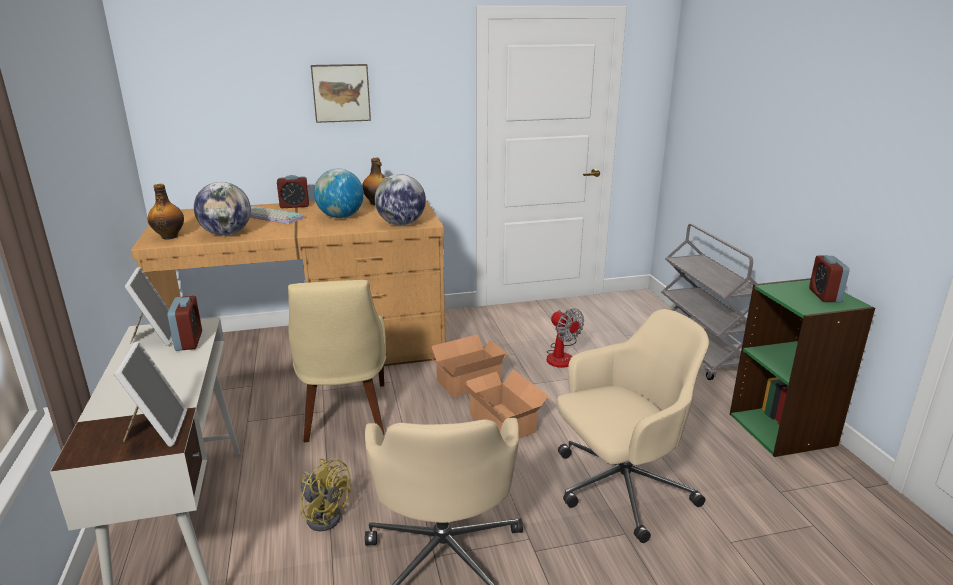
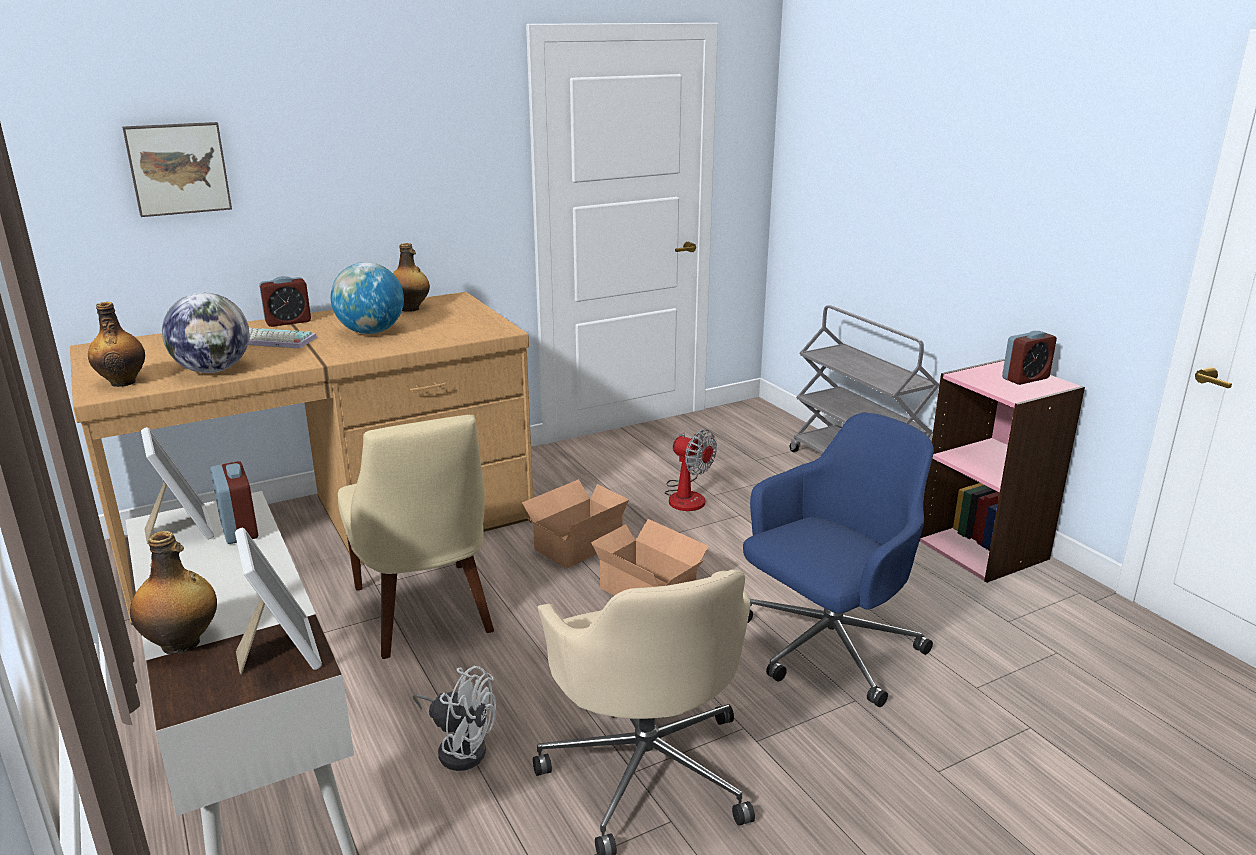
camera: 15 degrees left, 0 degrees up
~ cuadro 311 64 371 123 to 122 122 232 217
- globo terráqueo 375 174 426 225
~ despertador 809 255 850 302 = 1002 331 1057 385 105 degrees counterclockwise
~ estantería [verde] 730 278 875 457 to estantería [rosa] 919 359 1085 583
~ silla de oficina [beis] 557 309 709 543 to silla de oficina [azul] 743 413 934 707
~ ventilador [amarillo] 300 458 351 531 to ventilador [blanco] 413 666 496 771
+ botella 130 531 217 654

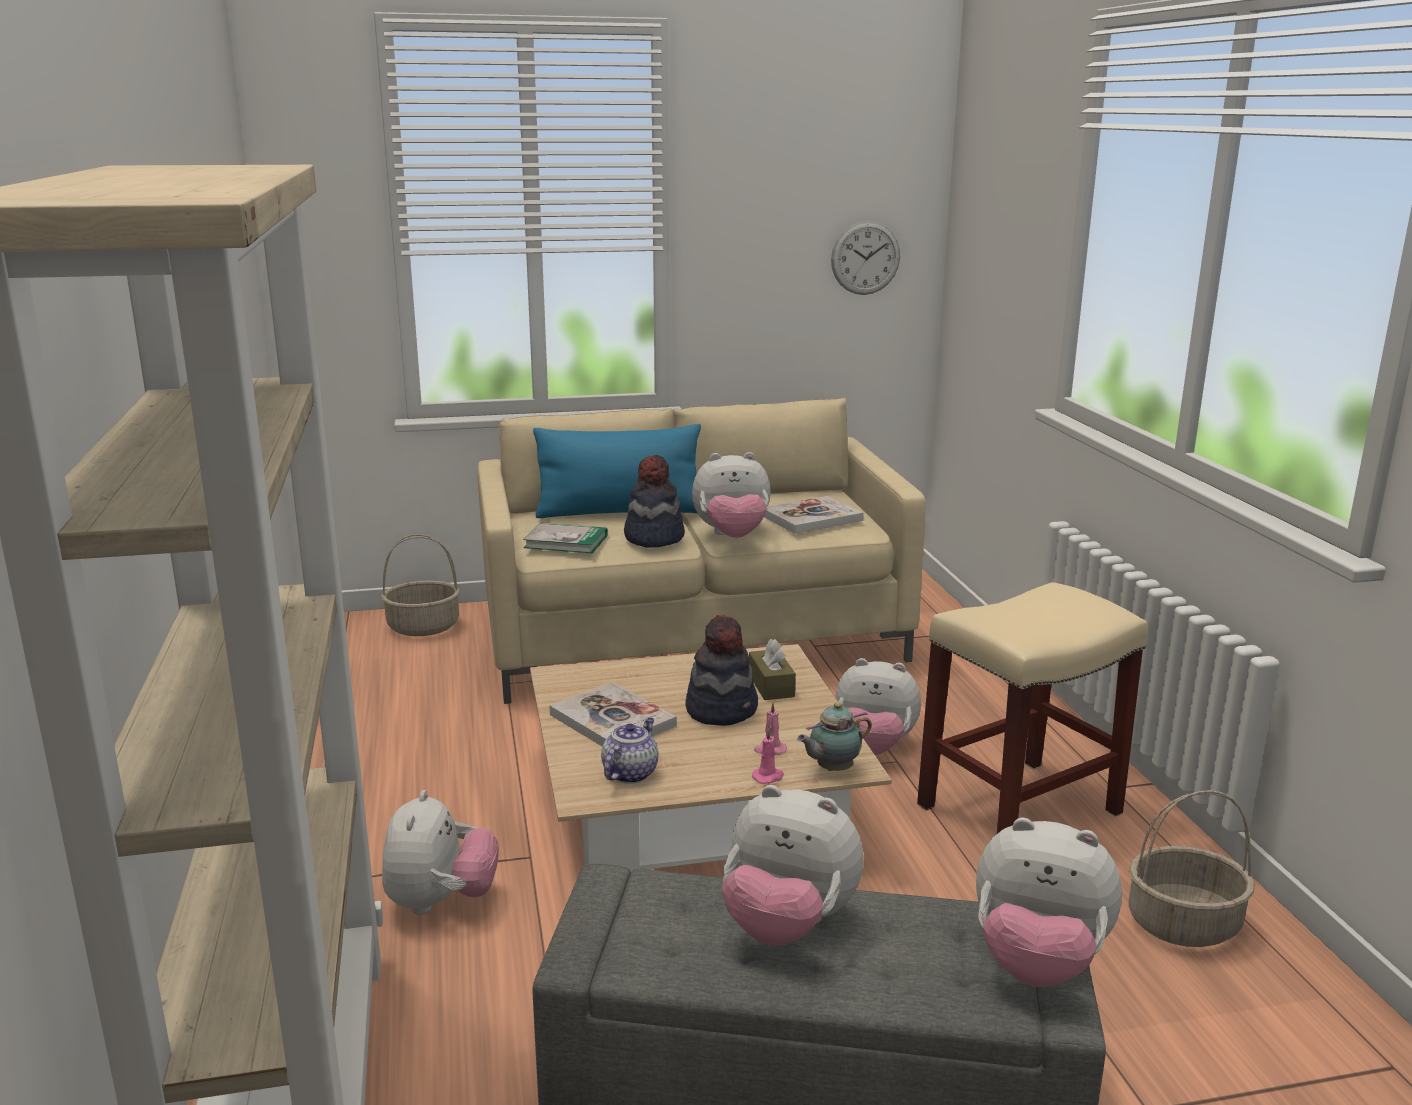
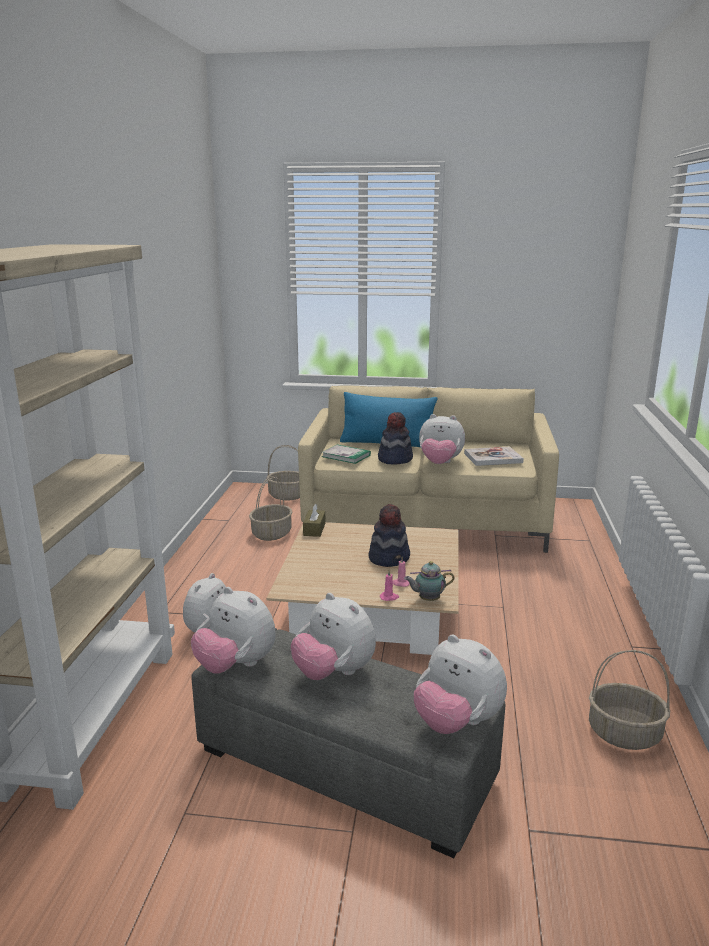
camera: 20 degrees right, 0 degrees up
- reloj de pared 831 221 900 295
- taburete [beis] 917 582 1148 834
~ caja de pañuelos [marrón] 749 639 796 700 to 303 504 325 537
~ peluche 835 658 921 755 to 191 587 276 674
- libro 549 682 677 746
- tetera 601 718 658 783
+ cesta 249 476 292 541

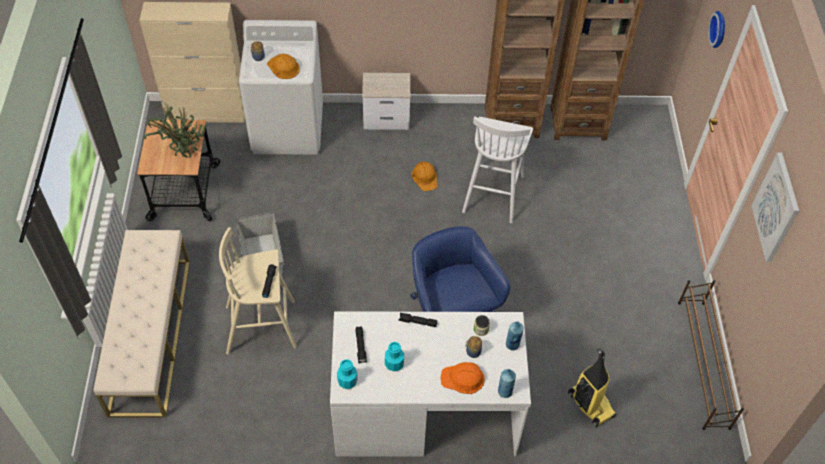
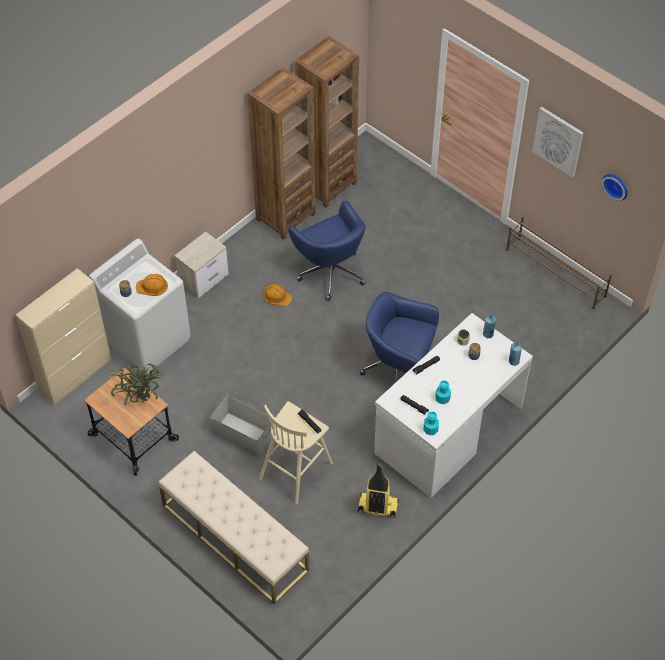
camera: 45 degrees left, 0 degrees up
~ reloj de pared 708 11 725 48 to 601 174 628 201
~ taburete [blanco] 462 116 533 223 to silla de oficina [azul] 288 201 366 301
~ aspiradora 568 349 616 427 to 358 463 399 518
- casco [naranja] 440 362 485 394

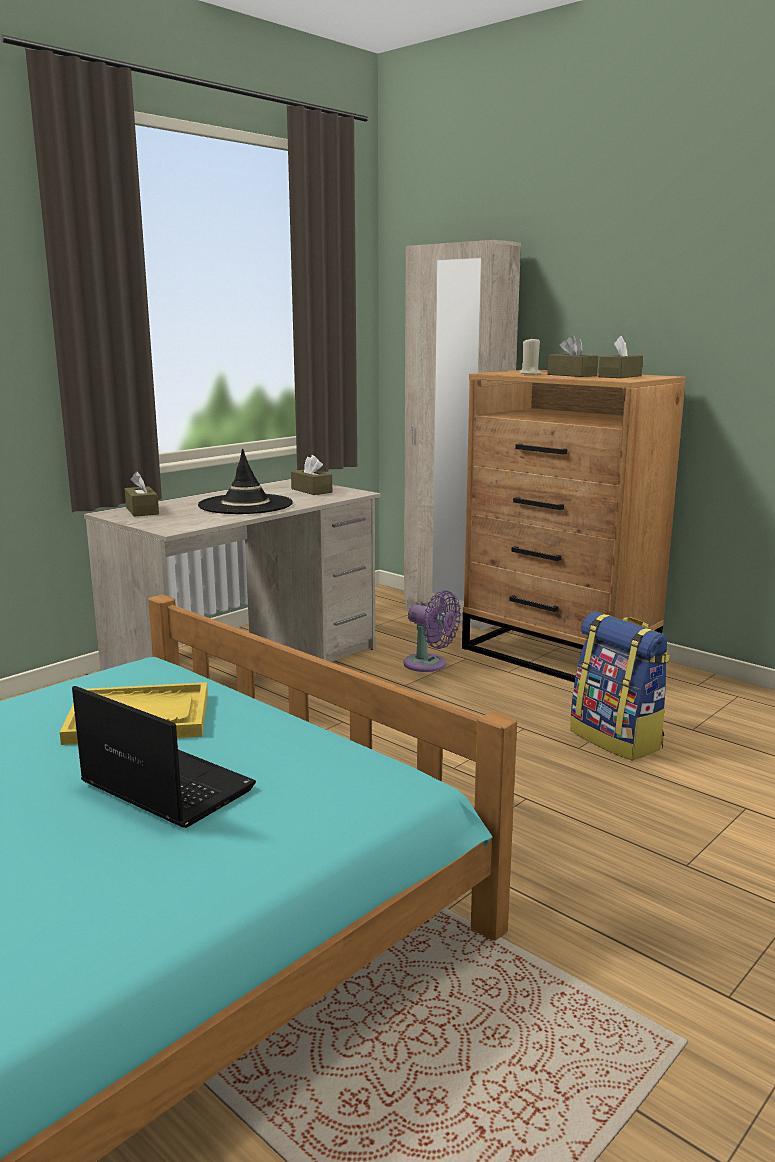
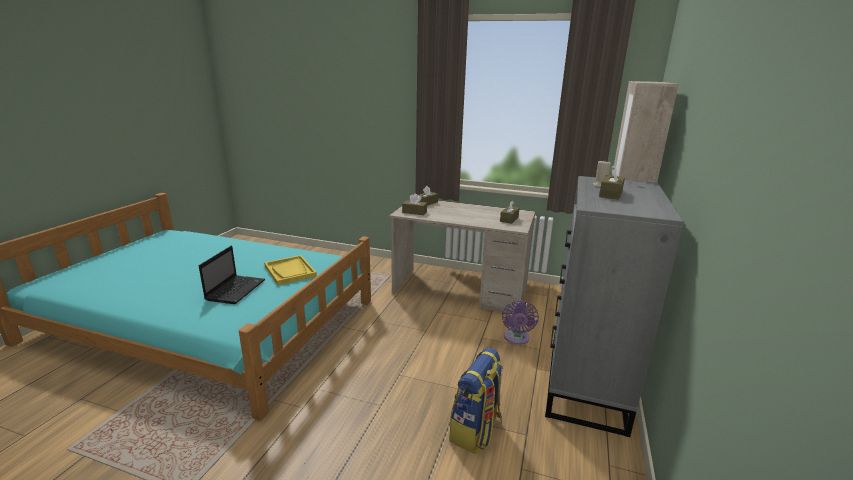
camera: 65 degrees right, 5 degrees up
~ caja de pañuelos [marrón] 598 336 643 378 to 402 194 427 215
~ cómoda [marrón] 462 370 686 683 to cómoda [gris] 545 176 684 437
- sombrero [negro] 198 449 293 514

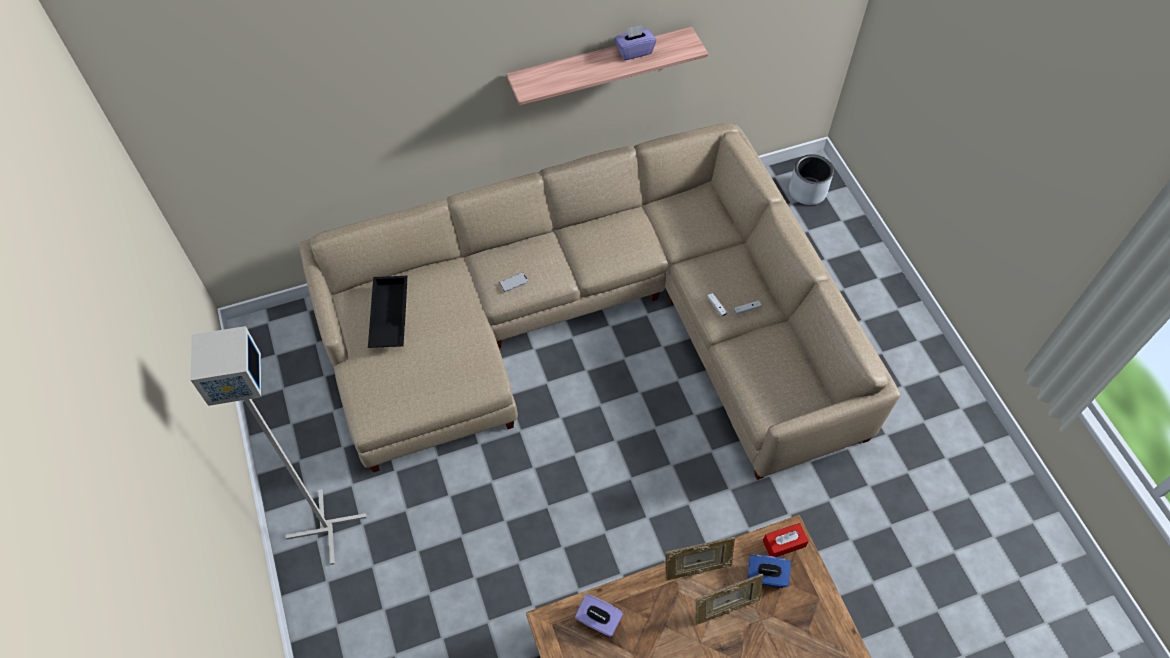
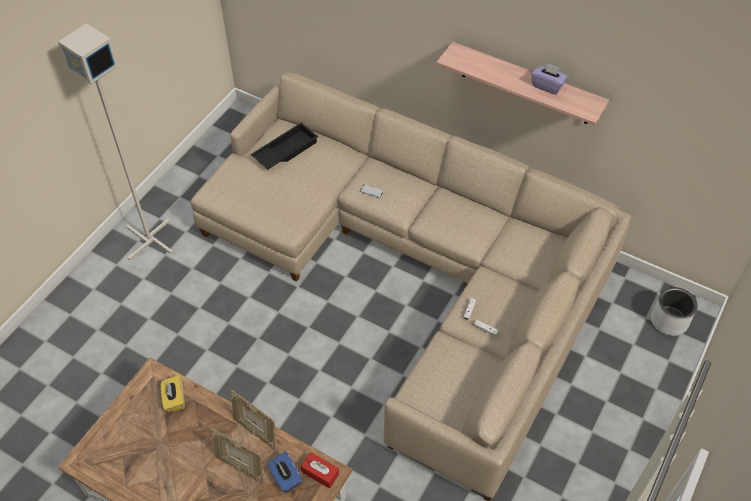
camera: 50 degrees right, 5 degrees down
~ caja de pañuelos [morado] 575 594 623 637 to caja de pañuelos [amarillo] 161 375 185 412

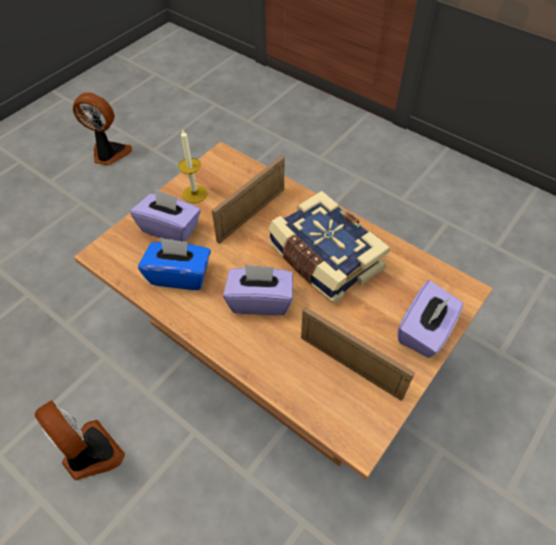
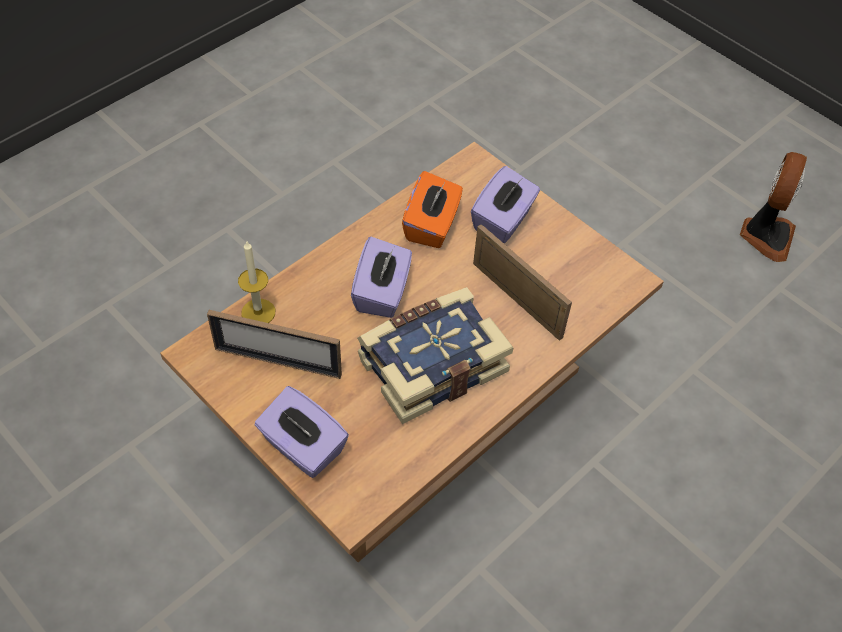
camera: 95 degrees right, 0 degrees up
~ vela 178 130 207 203 to 238 240 275 323
~ caja de pañuelos [azul] 138 237 211 290 to caja de pañuelos [naranja] 402 171 463 248
~ portarretratos 301 307 415 401 = 207 310 342 379 60 degrees clockwise
- ventilador 35 400 125 480

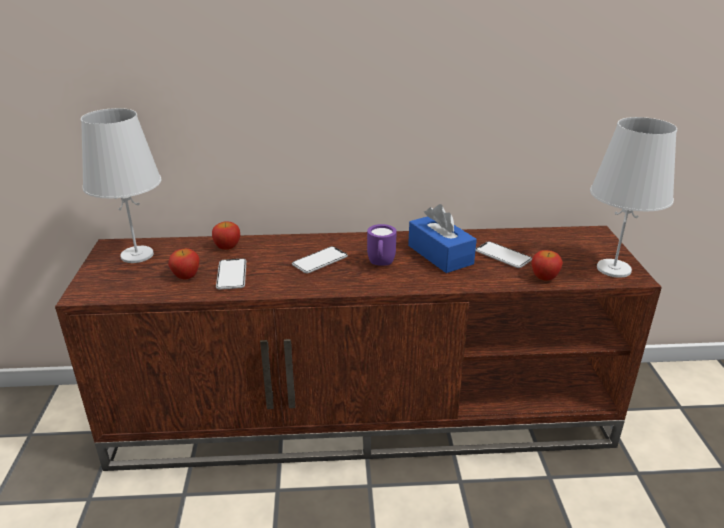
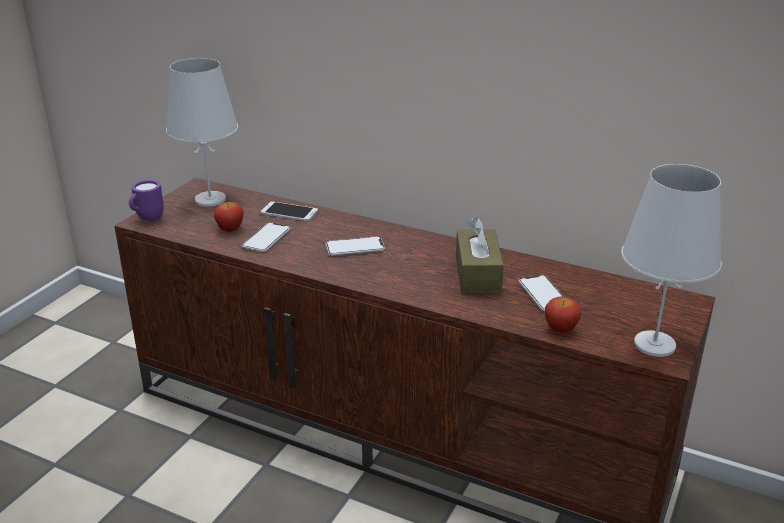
camera: 30 degrees right, 0 degrees up
~ caja de pañuelos [azul] 408 204 477 273 to caja de pañuelos [marrón] 456 217 504 294
~ manzana 212 221 240 250 to móvil 261 201 318 221
~ taza grande [morado] 367 224 397 266 to 129 180 164 221

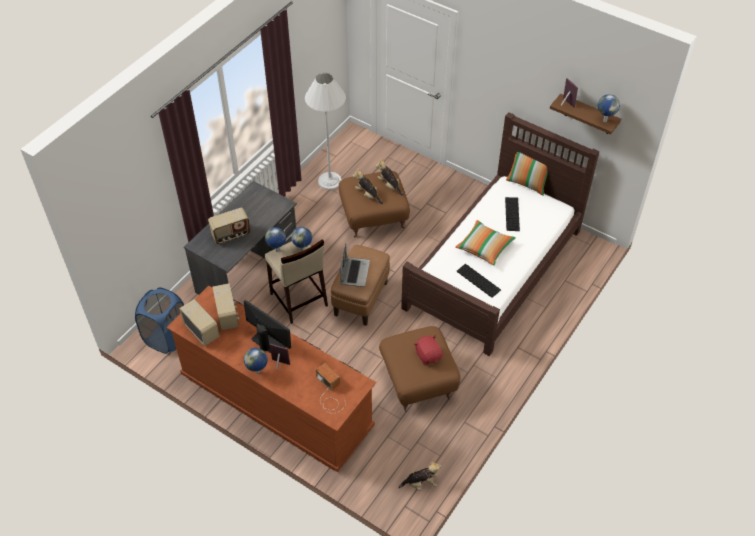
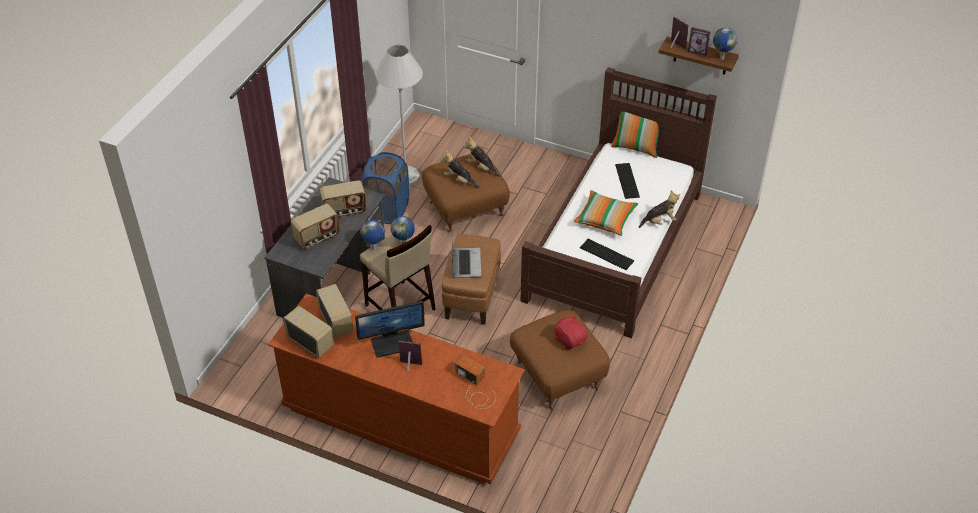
camera: 10 degrees left, 5 degrees down
~ cesto de la ropa [azul] 135 287 184 354 to 362 152 409 224
~ monitor 244 300 291 353 = 355 301 425 358 135 degrees clockwise
- globo terráqueo 244 348 268 374
~ peluche 398 460 441 491 to 639 190 680 228
+ portarretratos 688 27 711 56
+ radio 320 180 366 217

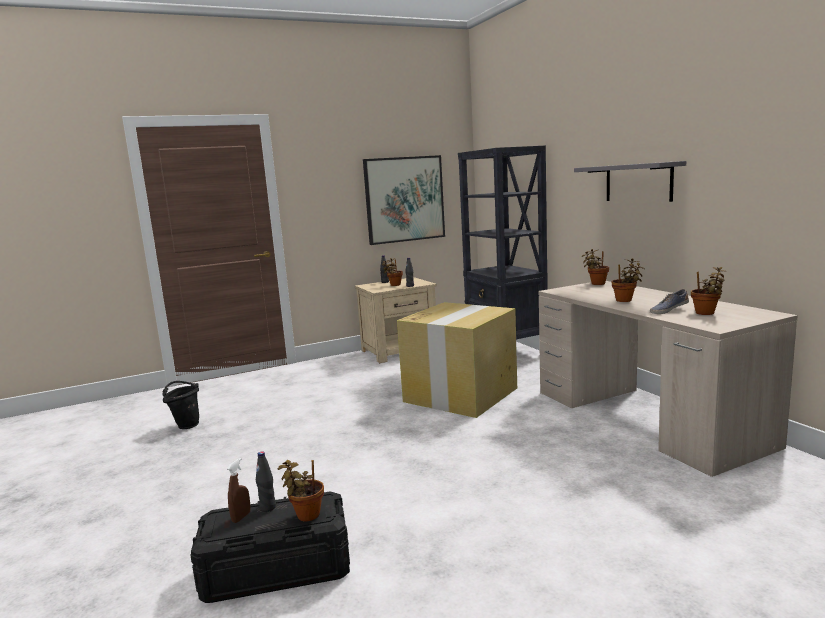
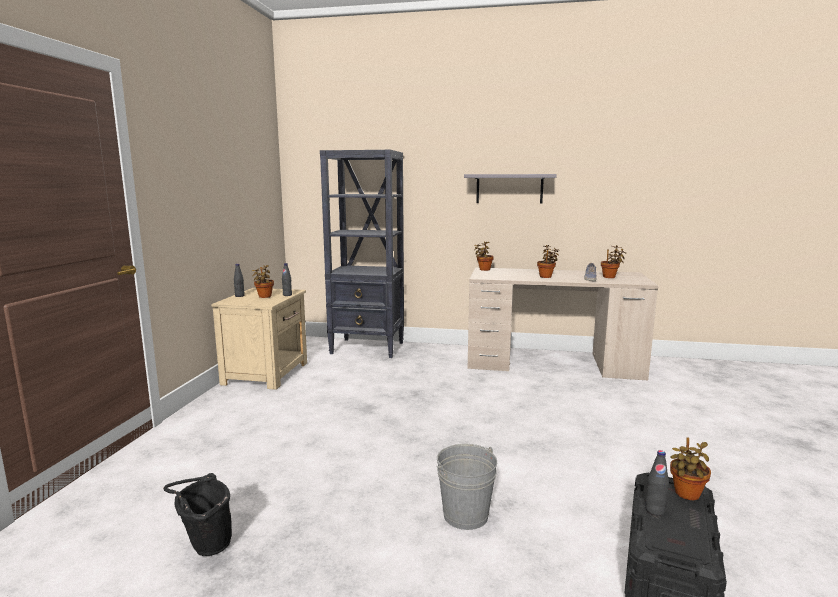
camera: 55 degrees left, 0 degrees up
- cuadro 363 155 445 245
- caja de cartón 397 302 517 418
- pulverizador [marrón] 227 458 251 523
+ cubo [gris] 436 444 497 530

